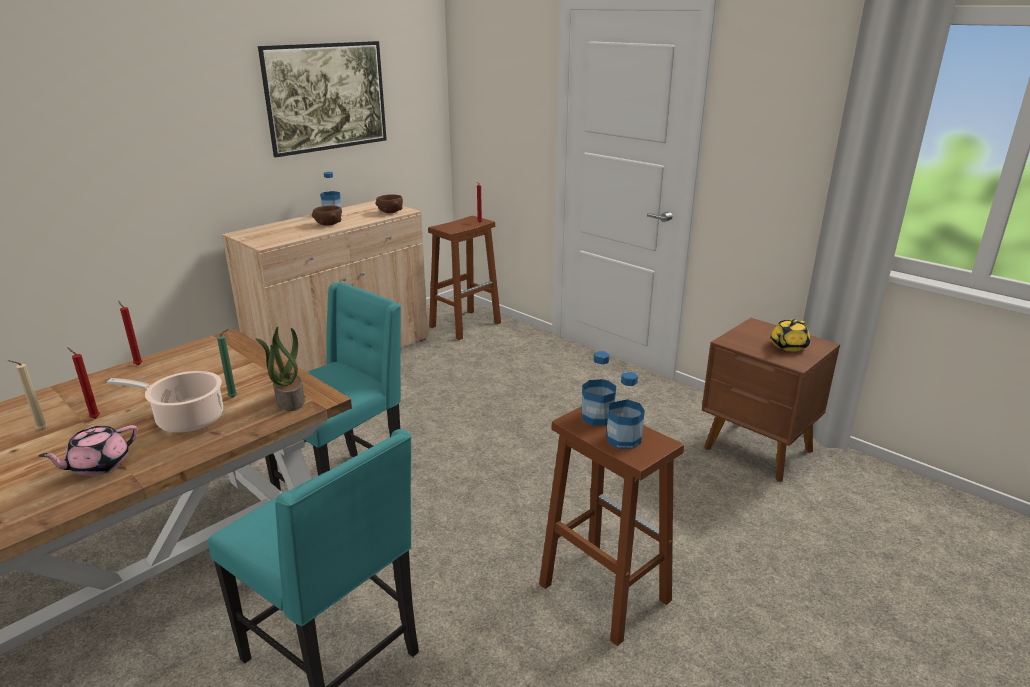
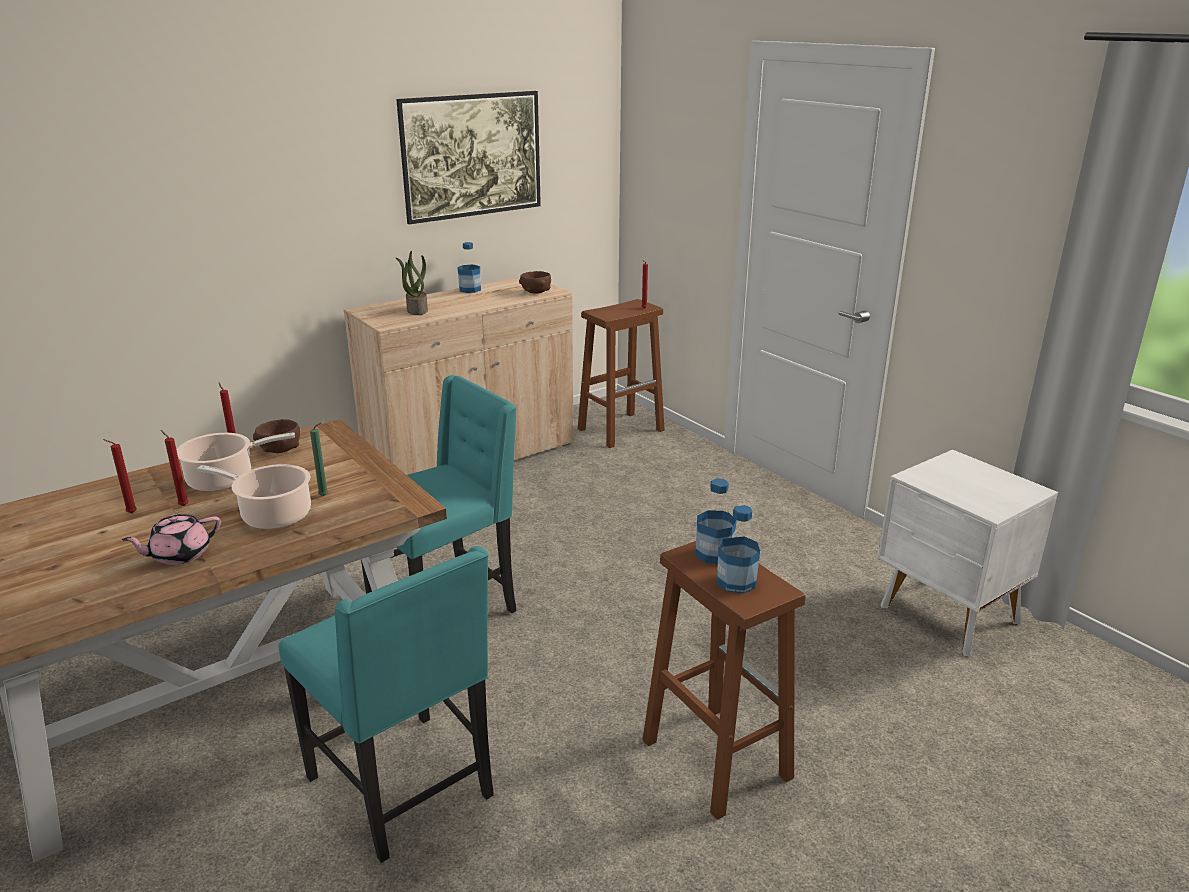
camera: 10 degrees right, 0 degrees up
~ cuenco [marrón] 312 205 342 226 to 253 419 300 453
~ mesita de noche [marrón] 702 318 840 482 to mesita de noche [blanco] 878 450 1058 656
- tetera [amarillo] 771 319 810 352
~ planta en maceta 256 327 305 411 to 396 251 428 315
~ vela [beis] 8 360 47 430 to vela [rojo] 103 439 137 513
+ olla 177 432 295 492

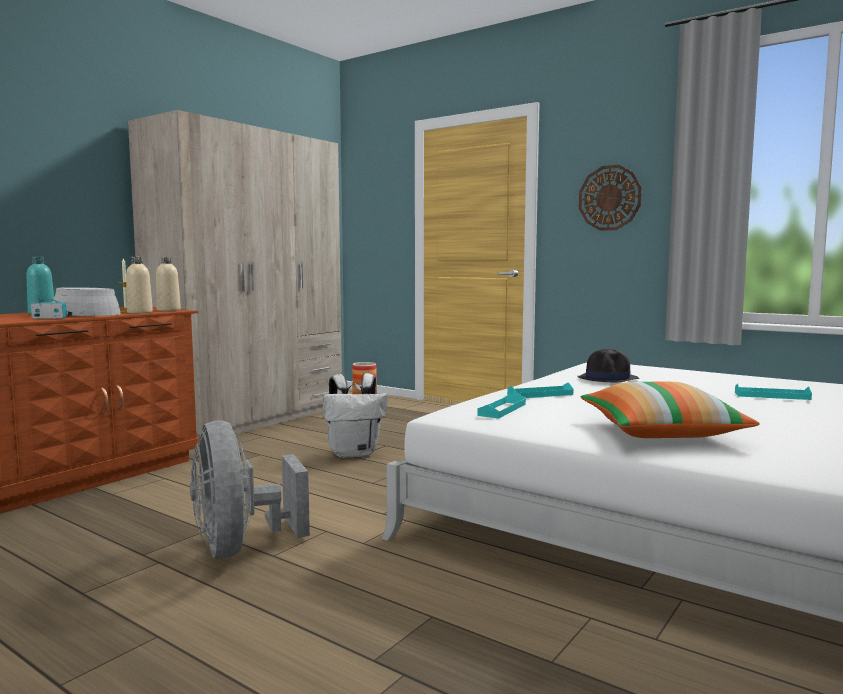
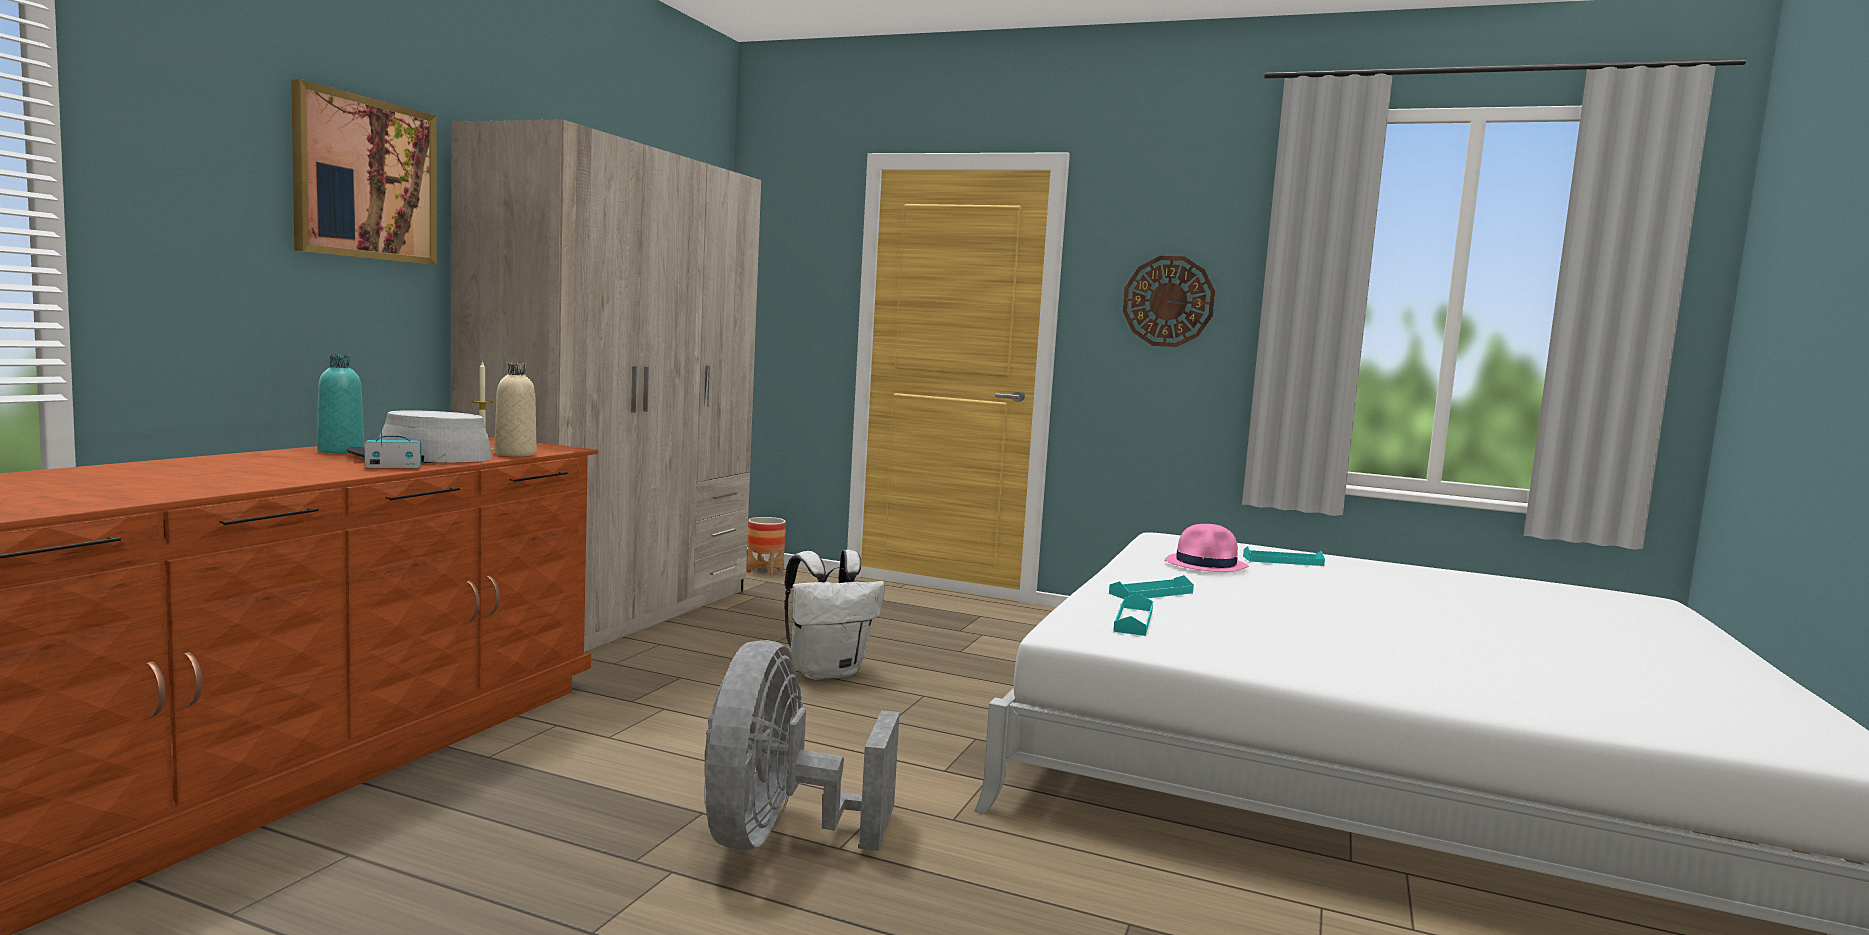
camera: 15 degrees left, 0 degrees up
- botella [beis] 156 257 181 311
~ sombrero [negro] 577 349 639 382 to sombrero [rosa] 1164 524 1249 572
- cojín 581 382 760 438
~ bandeja [turquesa] 735 383 812 400 to 1243 546 1325 566
~ ventilador [gris] 190 420 310 558 = 704 640 900 851 45 degrees clockwise
+ cuadro 291 79 437 265

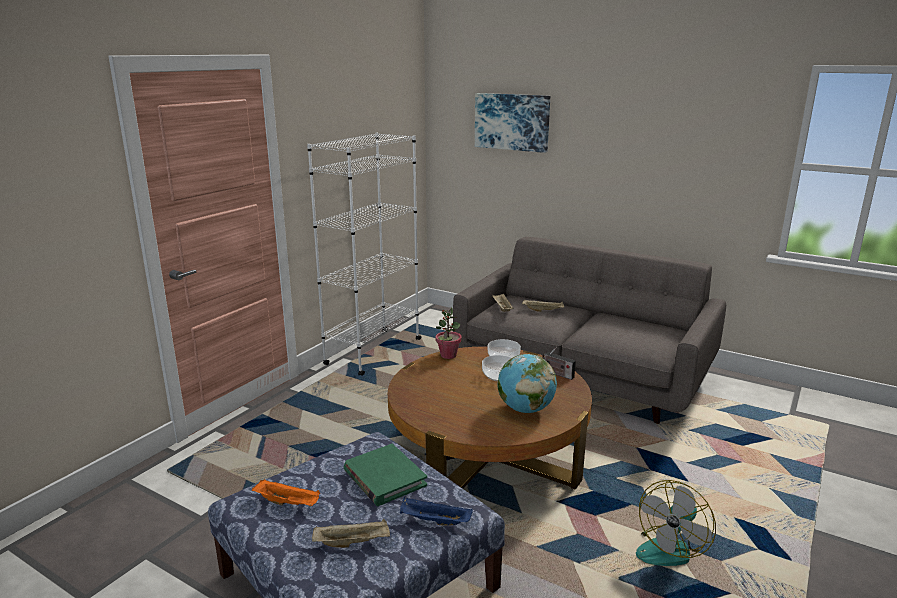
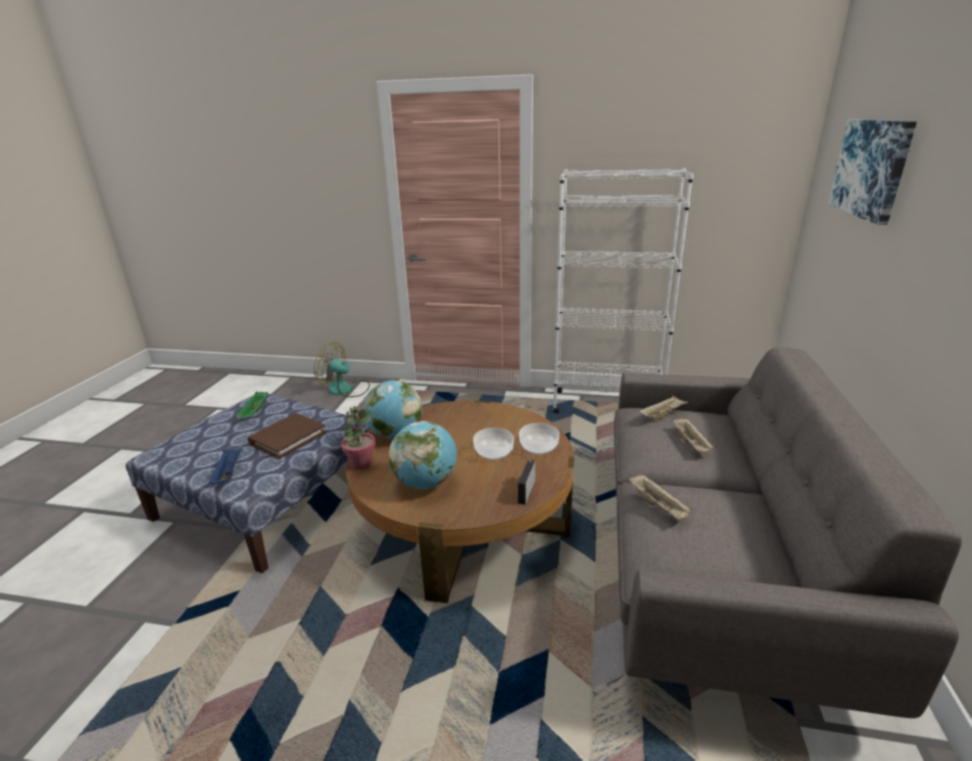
camera: 70 degrees right, 5 degrees up
~ planta en maceta 436 307 462 359 to 341 406 376 470
~ libro [verde] 344 444 427 506 to libro [marrón] 248 413 326 459
~ bandeja [naranja] 252 479 320 506 to bandeja [verde] 236 391 268 417
~ ventilador 636 480 716 566 to 314 342 370 397
~ bandeja [beis] 312 519 390 548 to 629 474 692 519
+ globo terráqueo 364 380 423 439

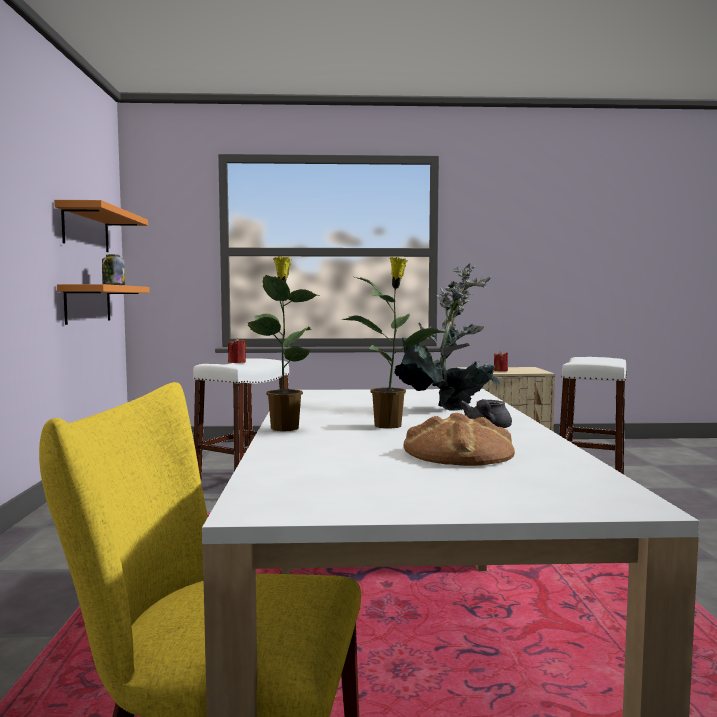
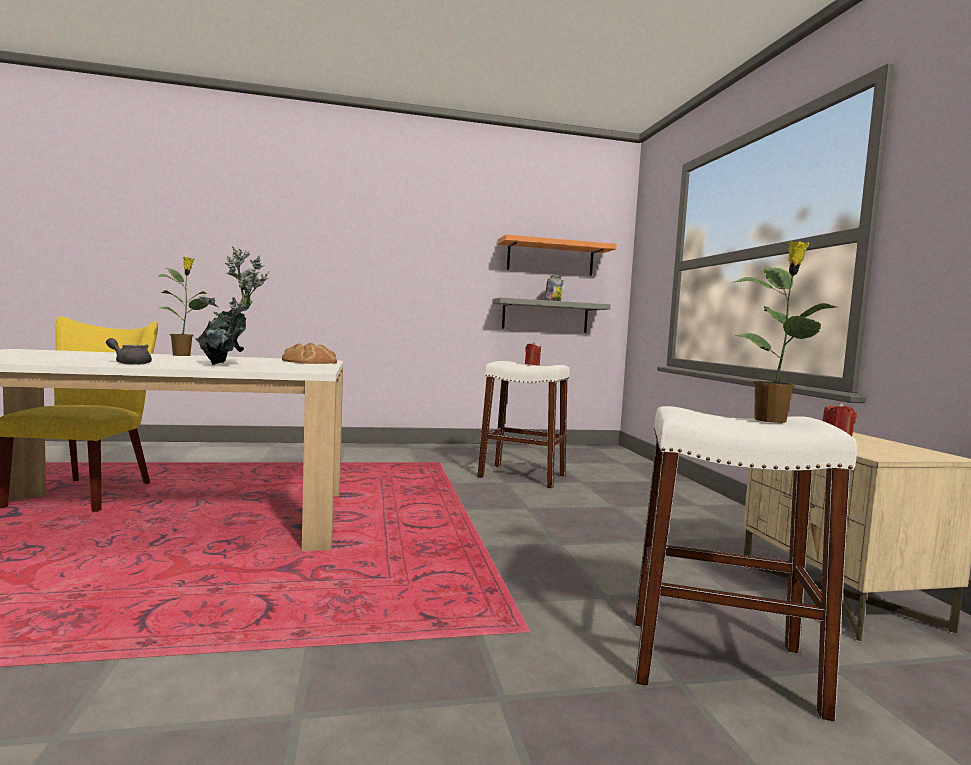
camera: 80 degrees right, 0 degrees up
~ planta en maceta 342 257 446 429 to 734 241 837 423
~ estante [naranja] 57 284 150 325 to estante [gris] 492 297 611 333
~ pan 403 412 515 466 to 282 343 337 364

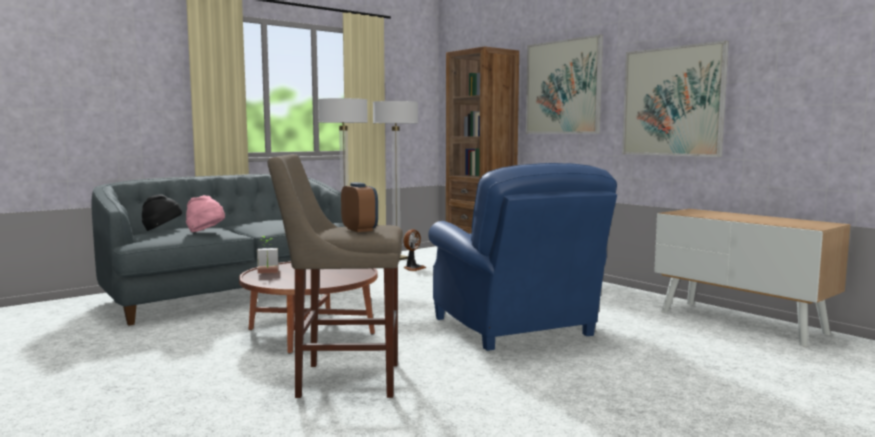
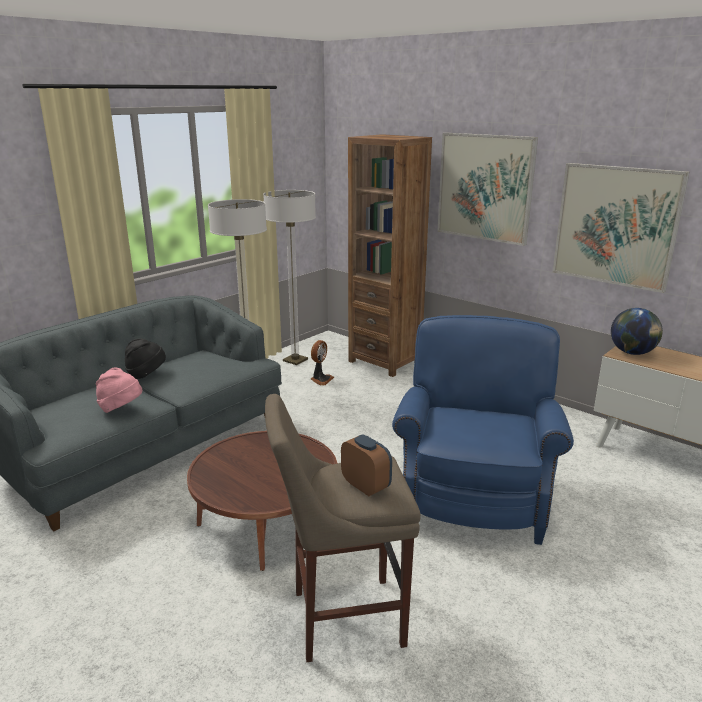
camera: 10 degrees left, 15 degrees up
~ sillón [azul] 428 163 617 351 = 392 315 574 545 135 degrees counterclockwise
~ sombrero [negro] 142 194 182 231 to 125 338 166 379
- planta en maceta 257 236 279 274
+ globo terráqueo 611 308 663 355

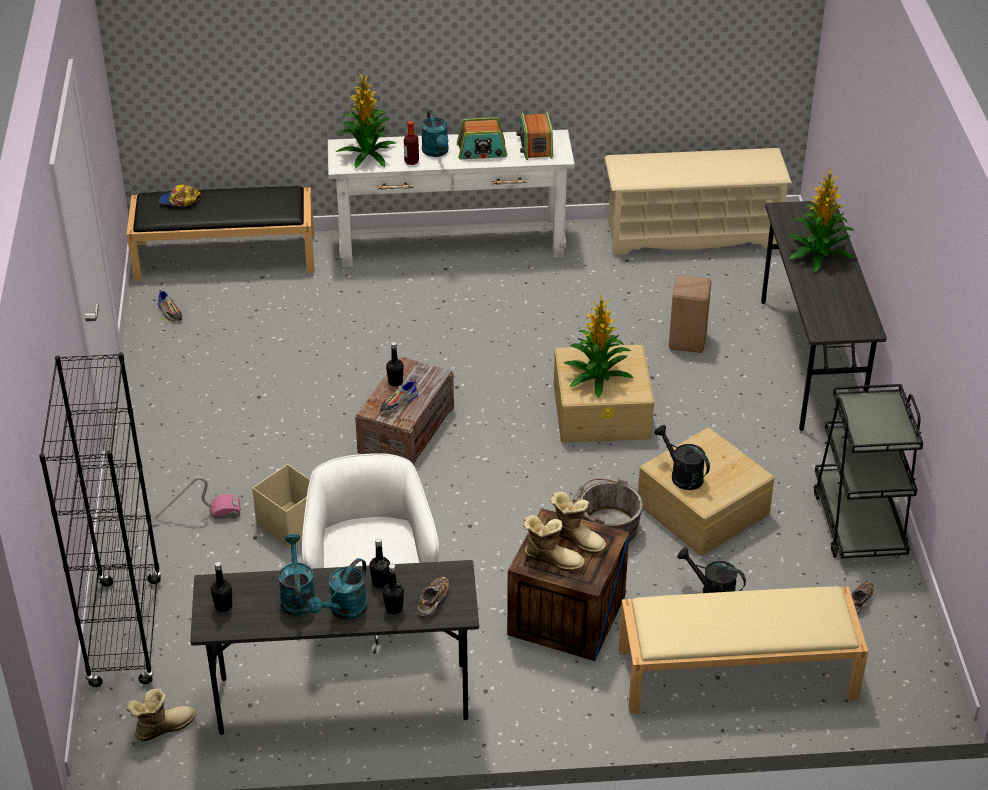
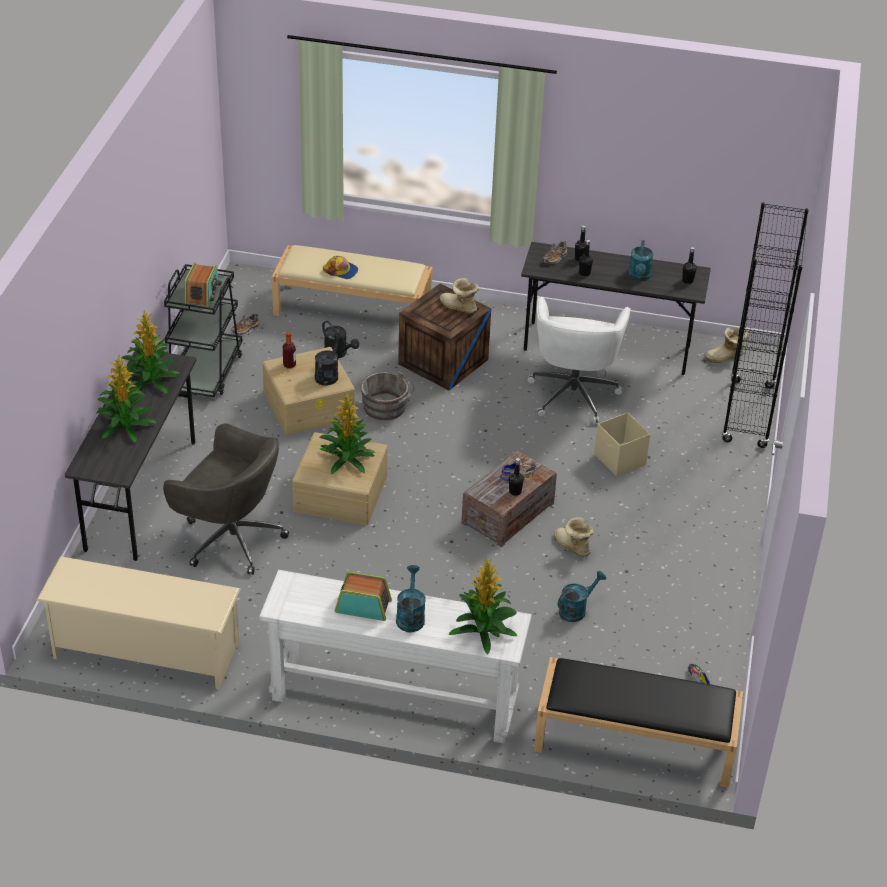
camera: 165 degrees left, 0 degrees up
~ radio 516 111 553 160 to 185 262 222 307
~ botella 404 121 419 165 to 283 332 296 369
~ gorra 159 184 202 206 to 323 256 358 279
~ taburete [beis] 669 275 711 353 to silla de oficina [gris] 163 423 289 575
~ regadera [negro] 654 425 710 490 = 315 334 344 385 135 degrees counterclockwise
- aspiradora 150 477 240 527
~ bota 550 492 606 554 to 554 517 594 557
~ regadera [turquesa] 309 558 367 620 to 558 571 606 622
+ planta en maceta 121 310 180 395

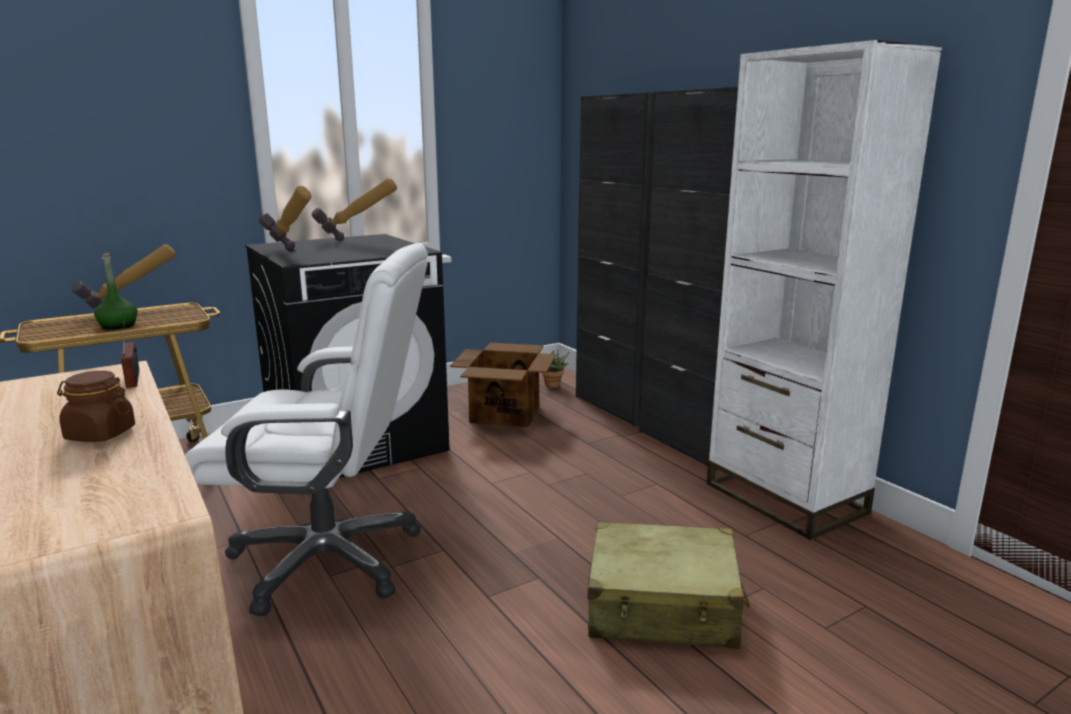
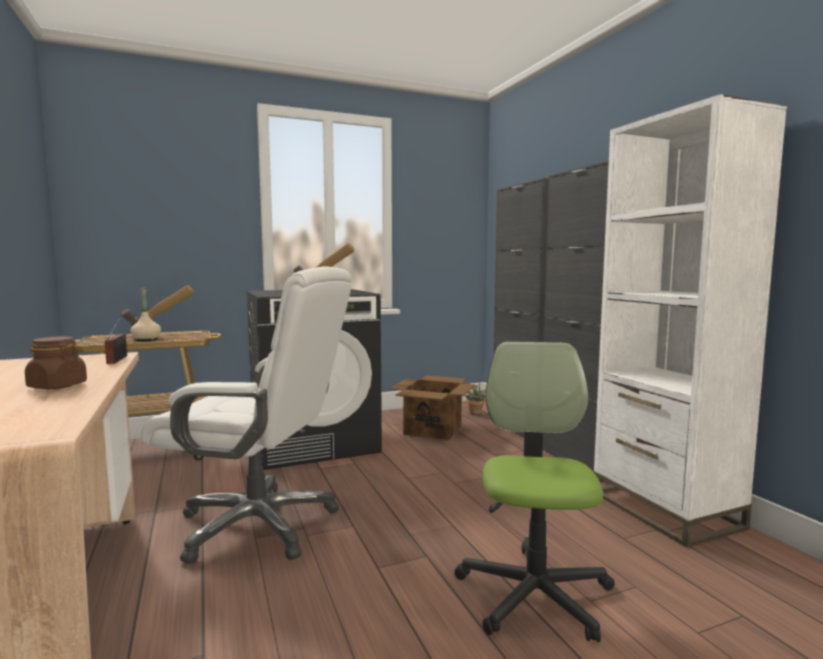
camera: 10 degrees right, 10 degrees down
- martillo 259 185 311 250
~ botella [verde] 94 253 138 330 to botella [beis] 130 288 161 342
~ maleta [beis] 588 522 750 649 to silla de oficina 454 342 615 642

